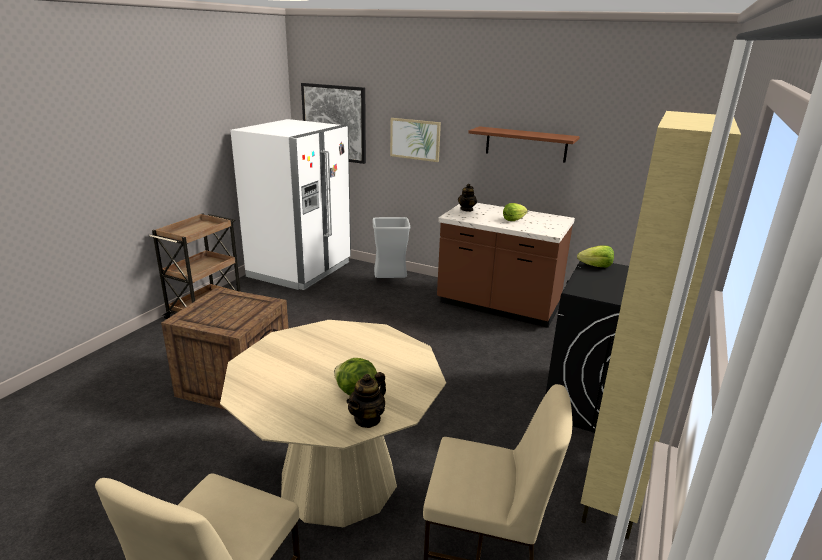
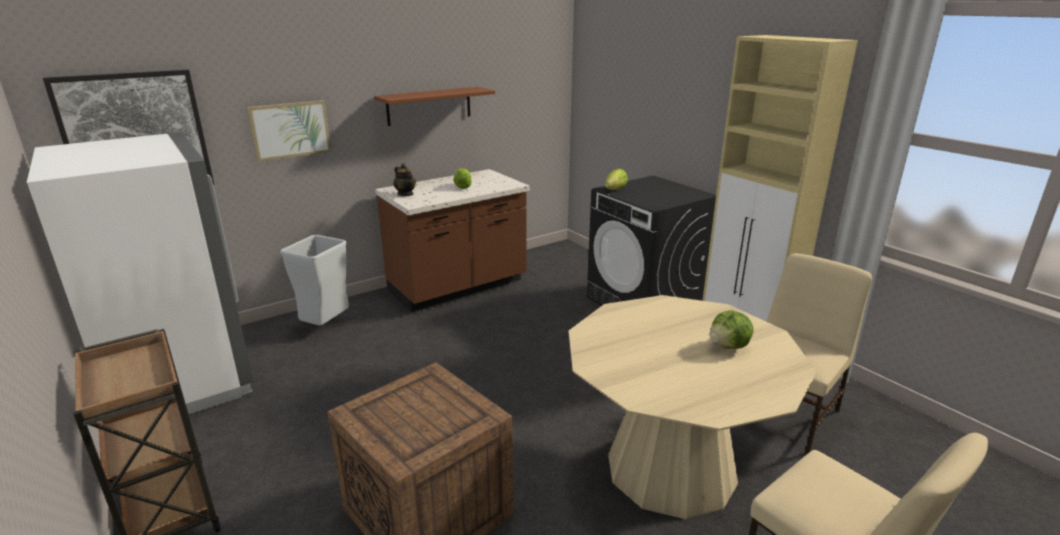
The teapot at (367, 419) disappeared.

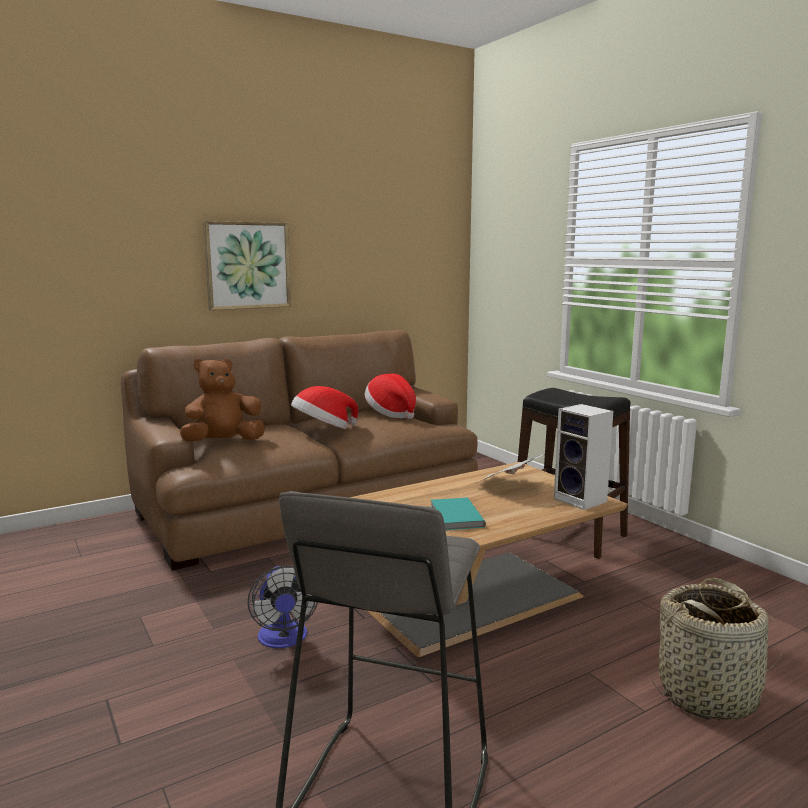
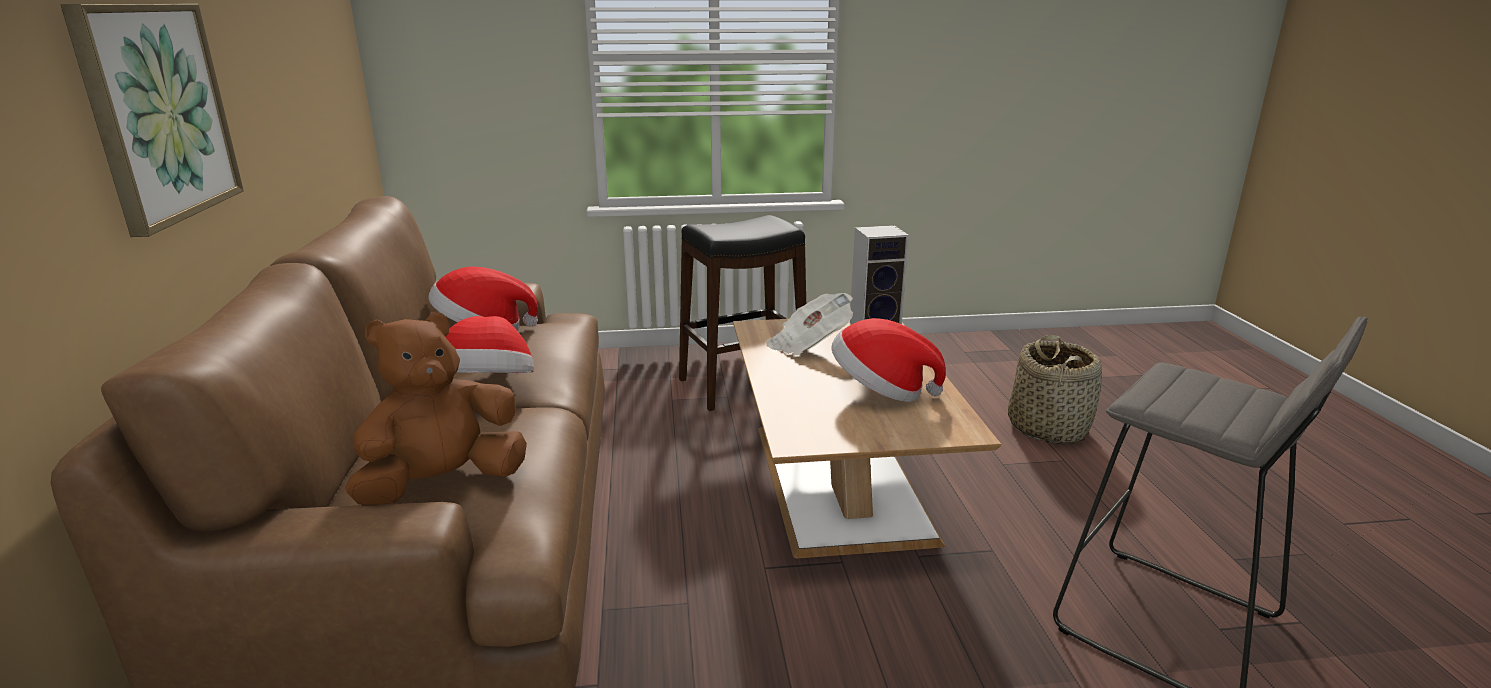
The brown_plush_toy at (223, 443) turned 60 degrees clockwise.
The turquoise_book at (455, 517) was replaced by the hat at (881, 390).
The fan at (283, 639) disappeared.

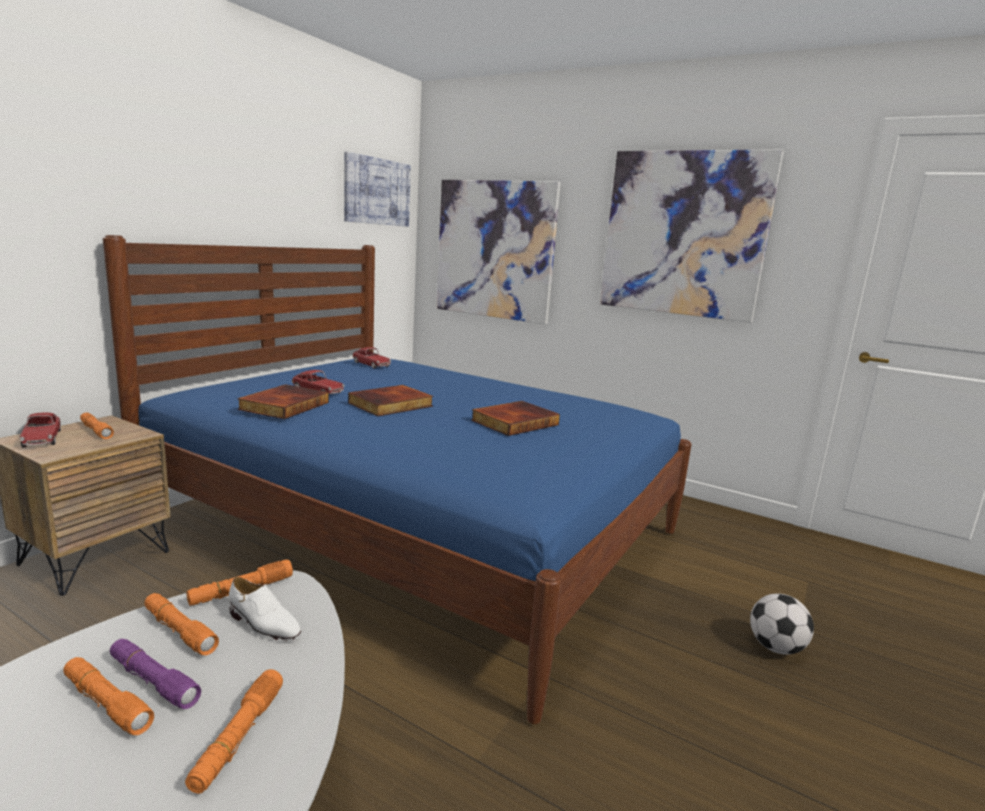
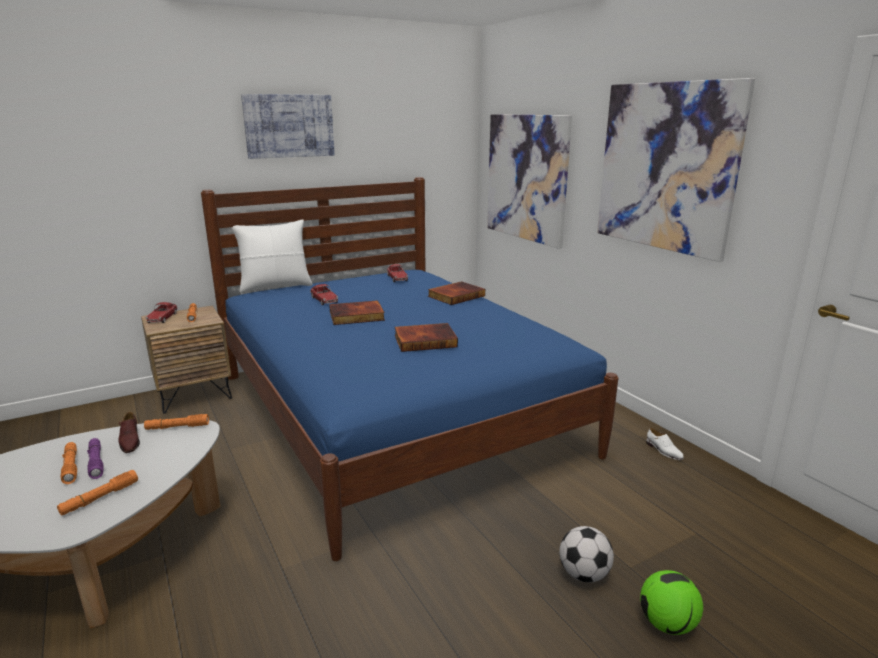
The orange_flashlight at (179, 631) was replaced by the brown_shoe at (130, 441).
The white_pillow at (275, 286) appeared.
The picture moved from (377, 191) to (289, 126).
The book moved from (283, 405) to (456, 296).
The football at (667, 623) appeared.
The white_shoe moved from (263, 624) to (663, 451).

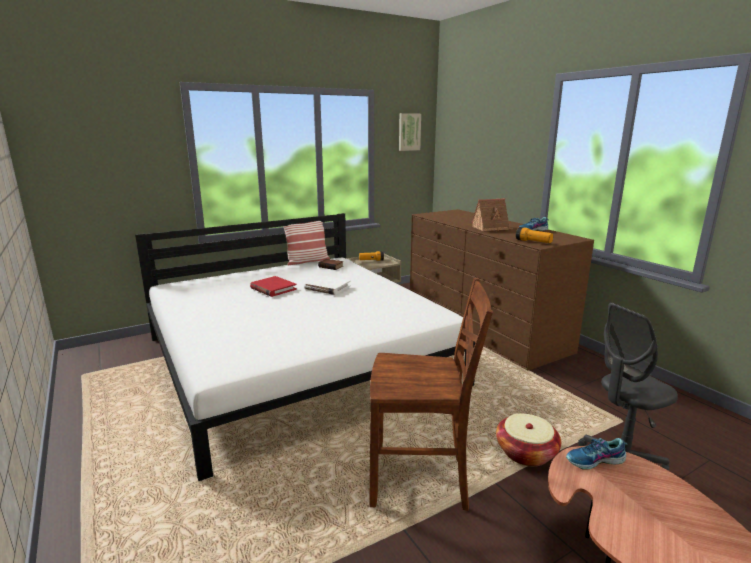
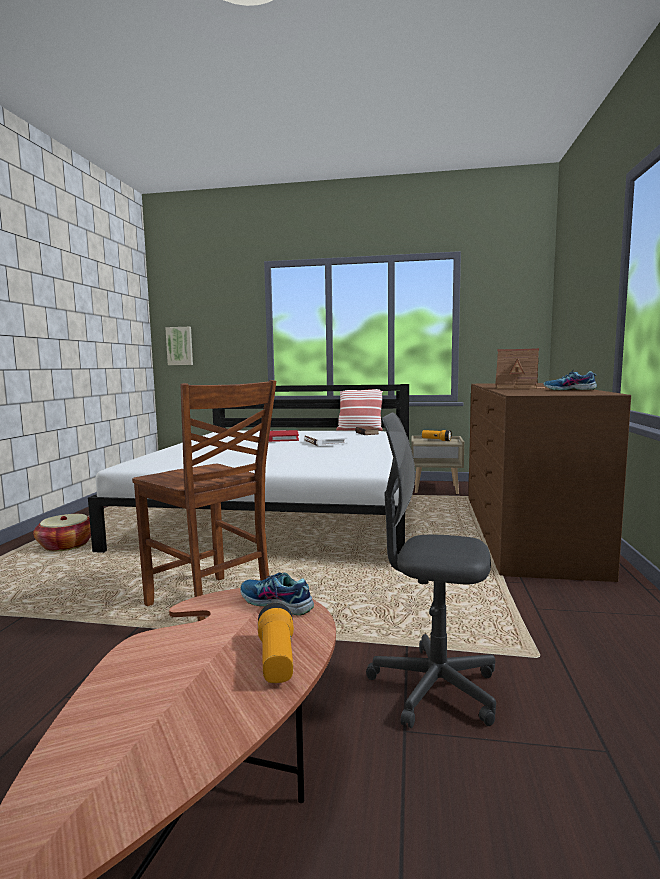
The basket moved from (526, 453) to (66, 545).
The picture moved from (409, 132) to (180, 346).
The flashlight moved from (533, 242) to (277, 659).

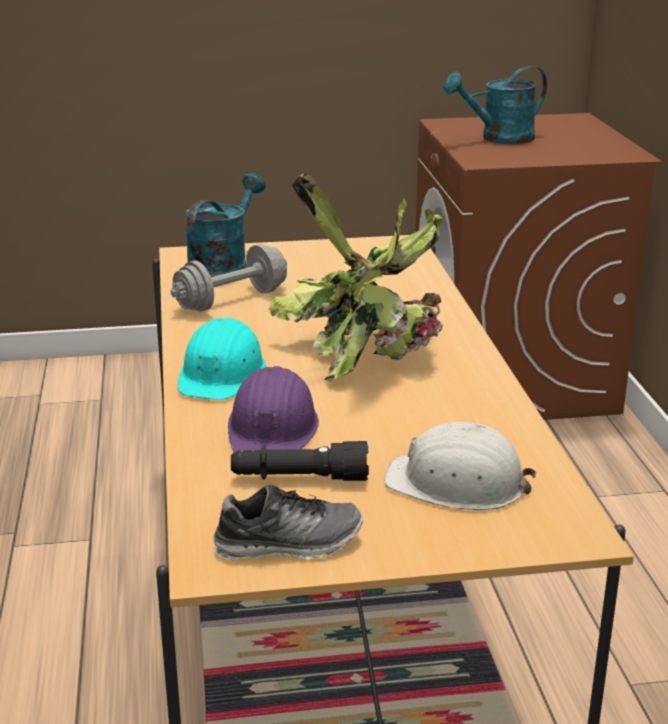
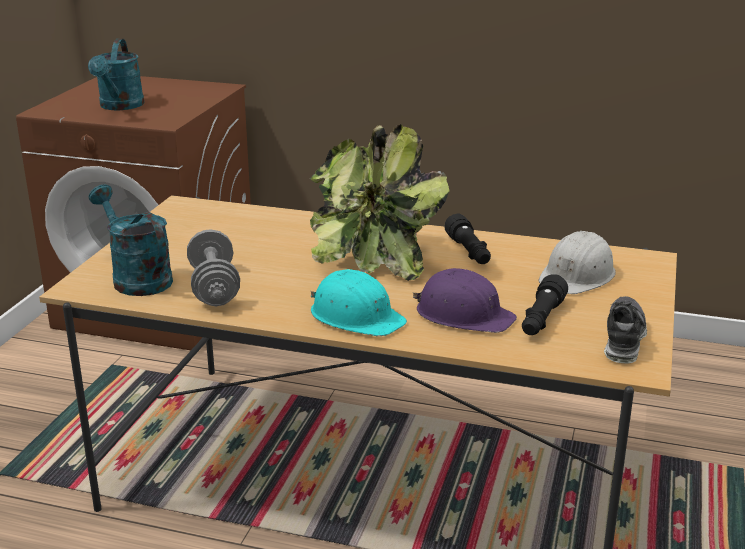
The black_flashlight at (469, 252) appeared.

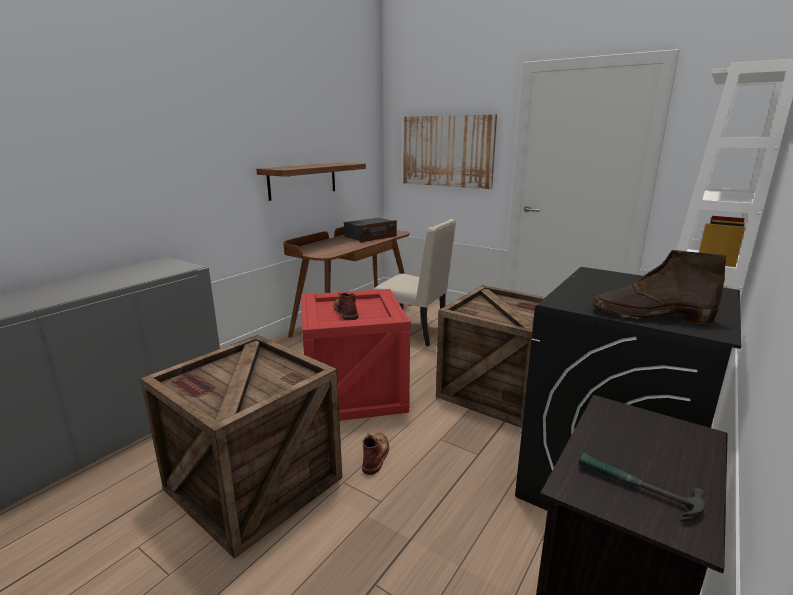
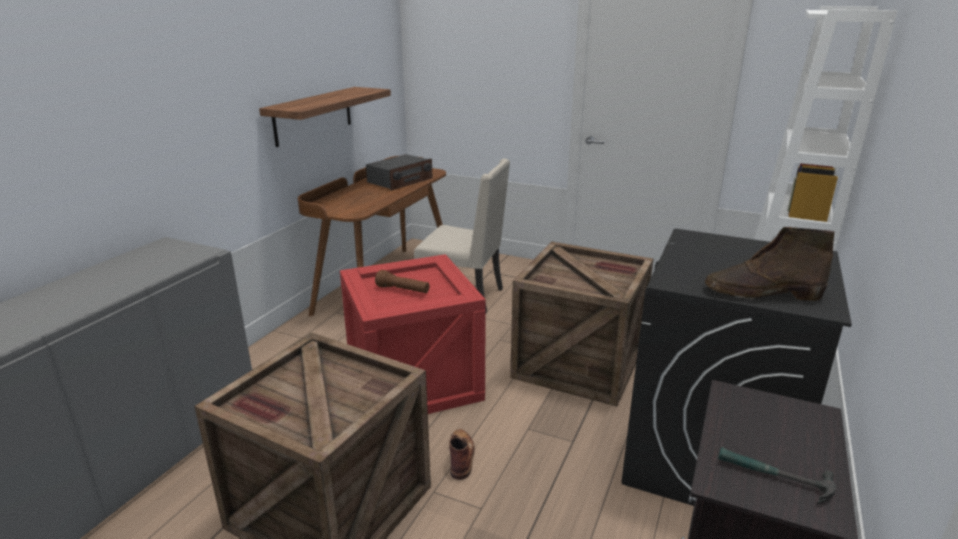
The brown_boot at (346, 312) was replaced by the brown_flashlight at (403, 290).
The picture at (447, 151) disappeared.

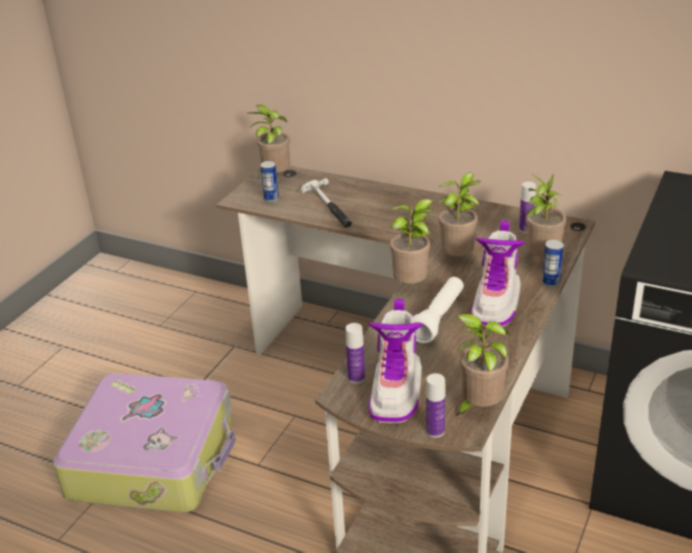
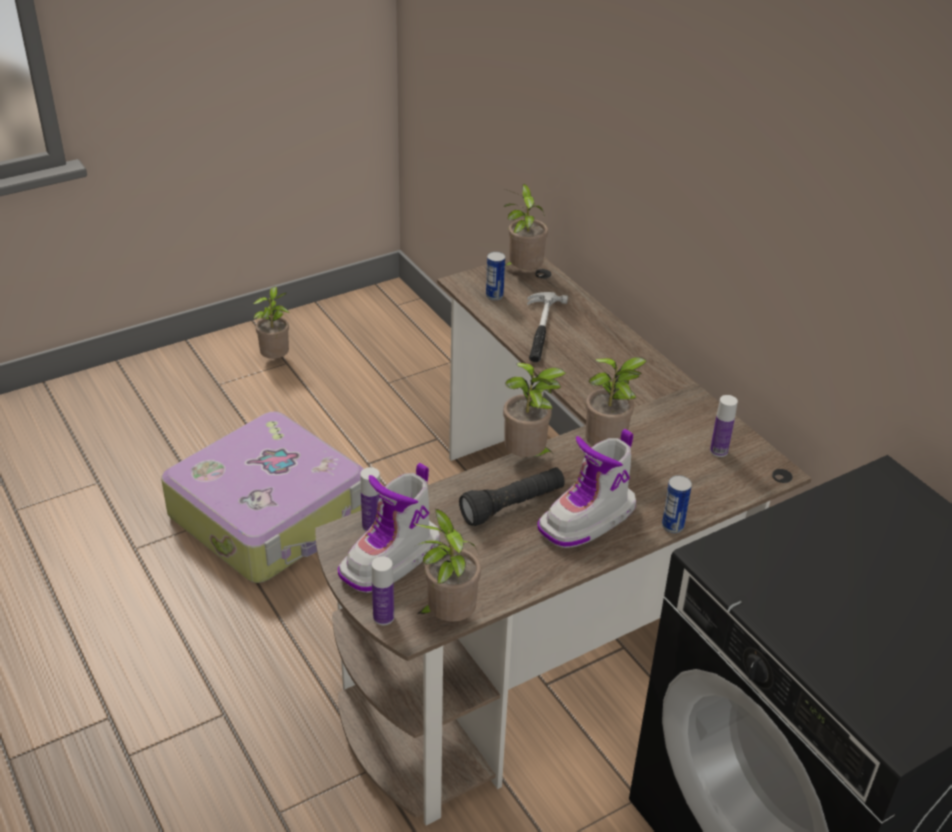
The potted_plant moved from (541, 259) to (276, 359).
The white_flashlight at (438, 319) became the black_flashlight at (512, 506).

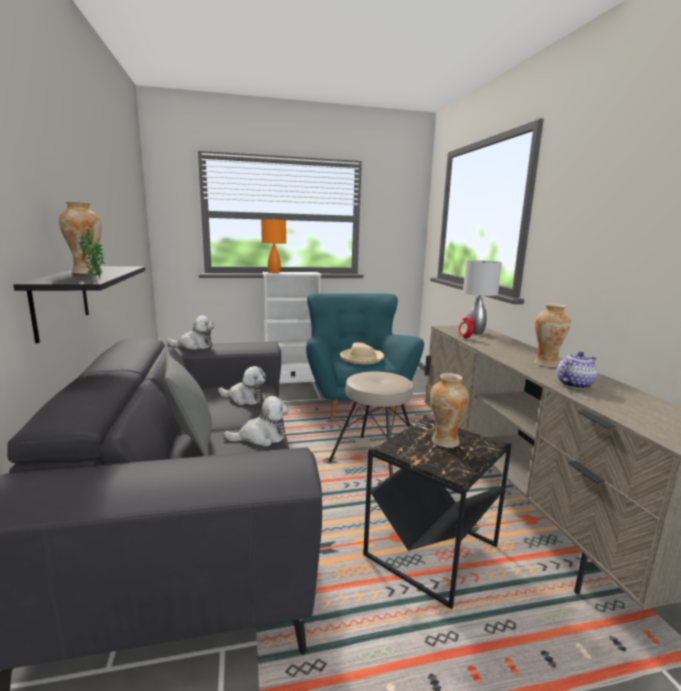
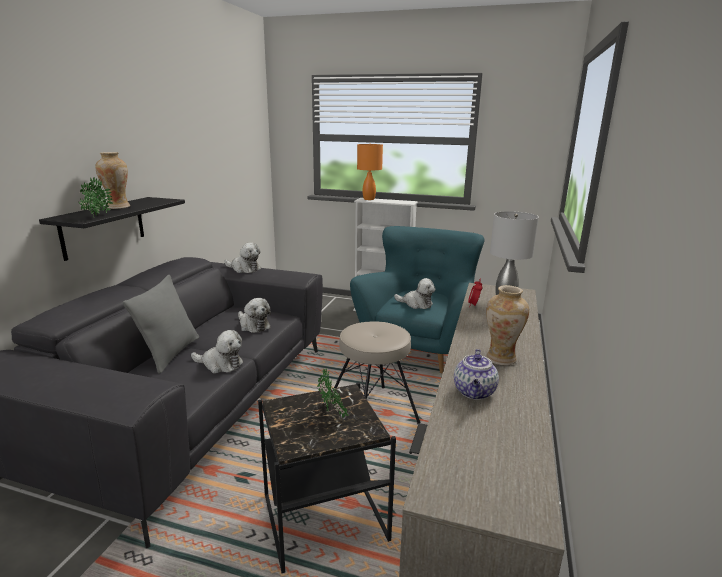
The vase at (445, 441) was replaced by the potted_plant at (332, 414).
The beige_hat at (361, 358) was replaced by the plush_toy at (416, 304).
The teapot at (574, 384) turned 105 degrees clockwise.

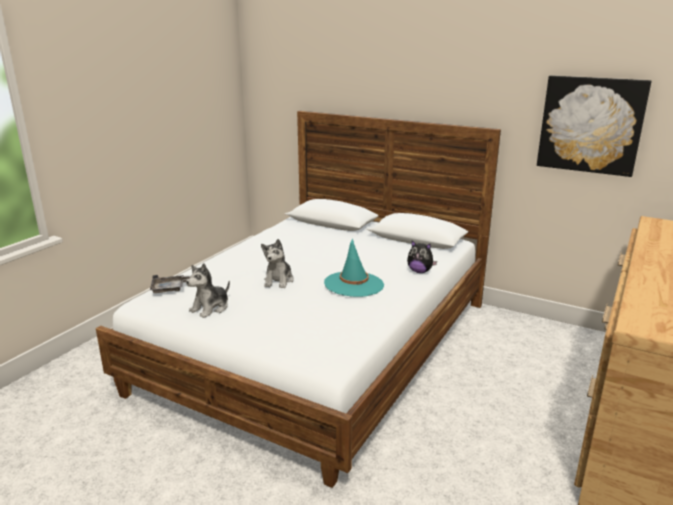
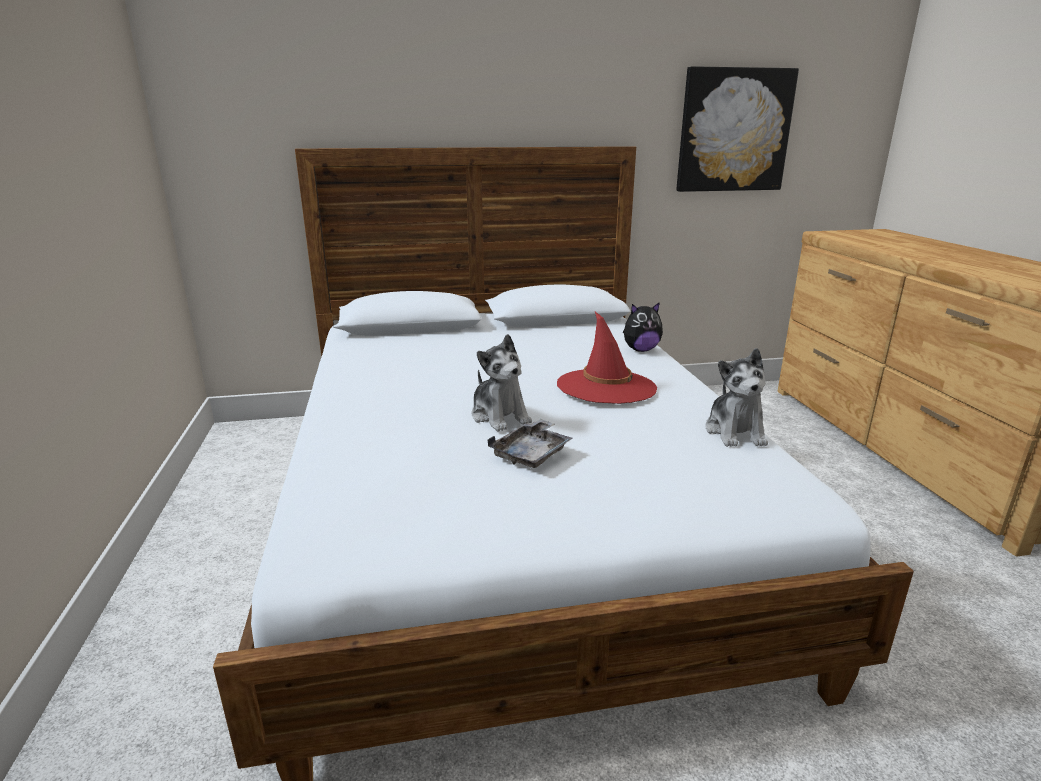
The grey_tray moved from (170, 289) to (532, 454).
The turquoise_hat at (354, 284) became the red_hat at (606, 387).
The plush_toy moved from (210, 308) to (735, 432).

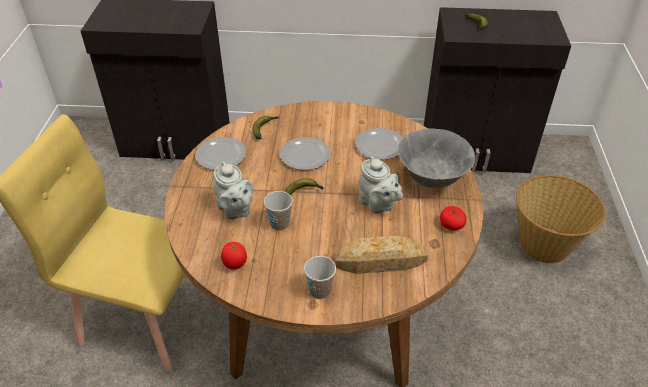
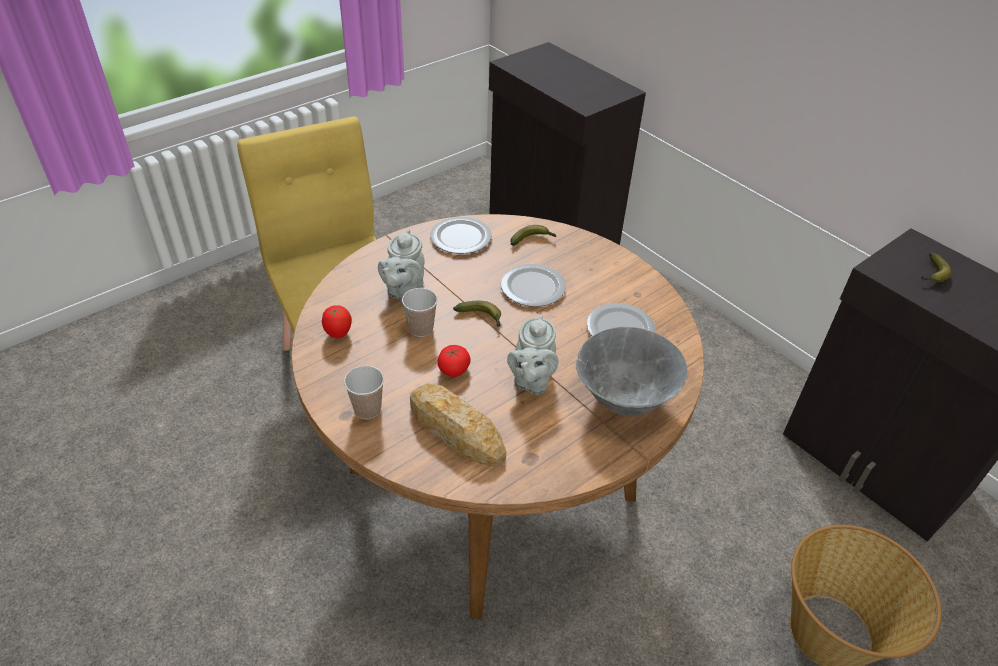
The tomato moved from (451, 225) to (453, 369).

